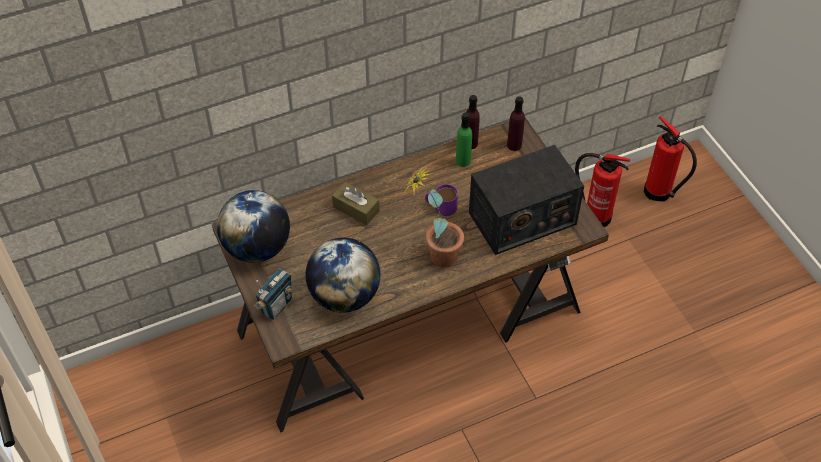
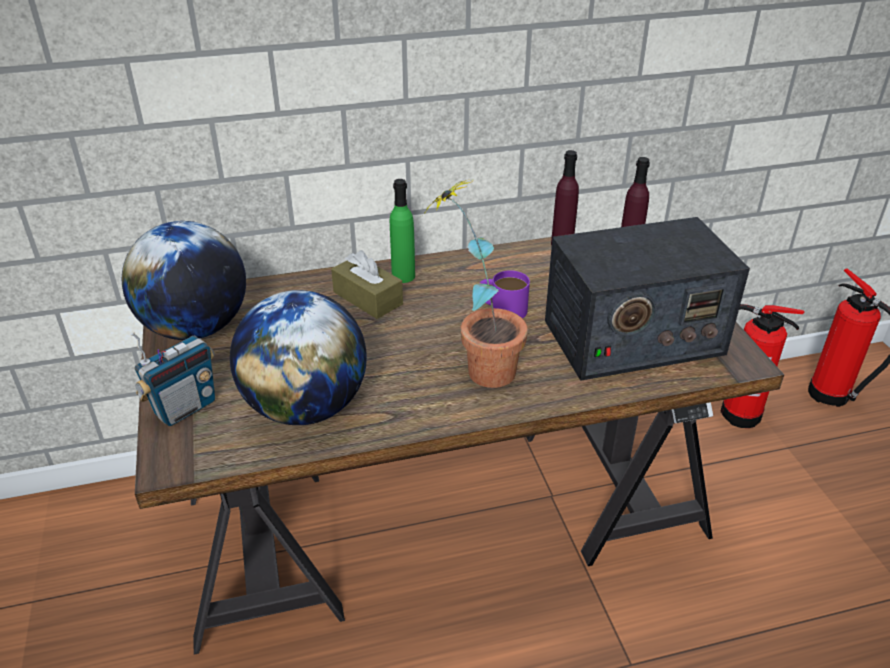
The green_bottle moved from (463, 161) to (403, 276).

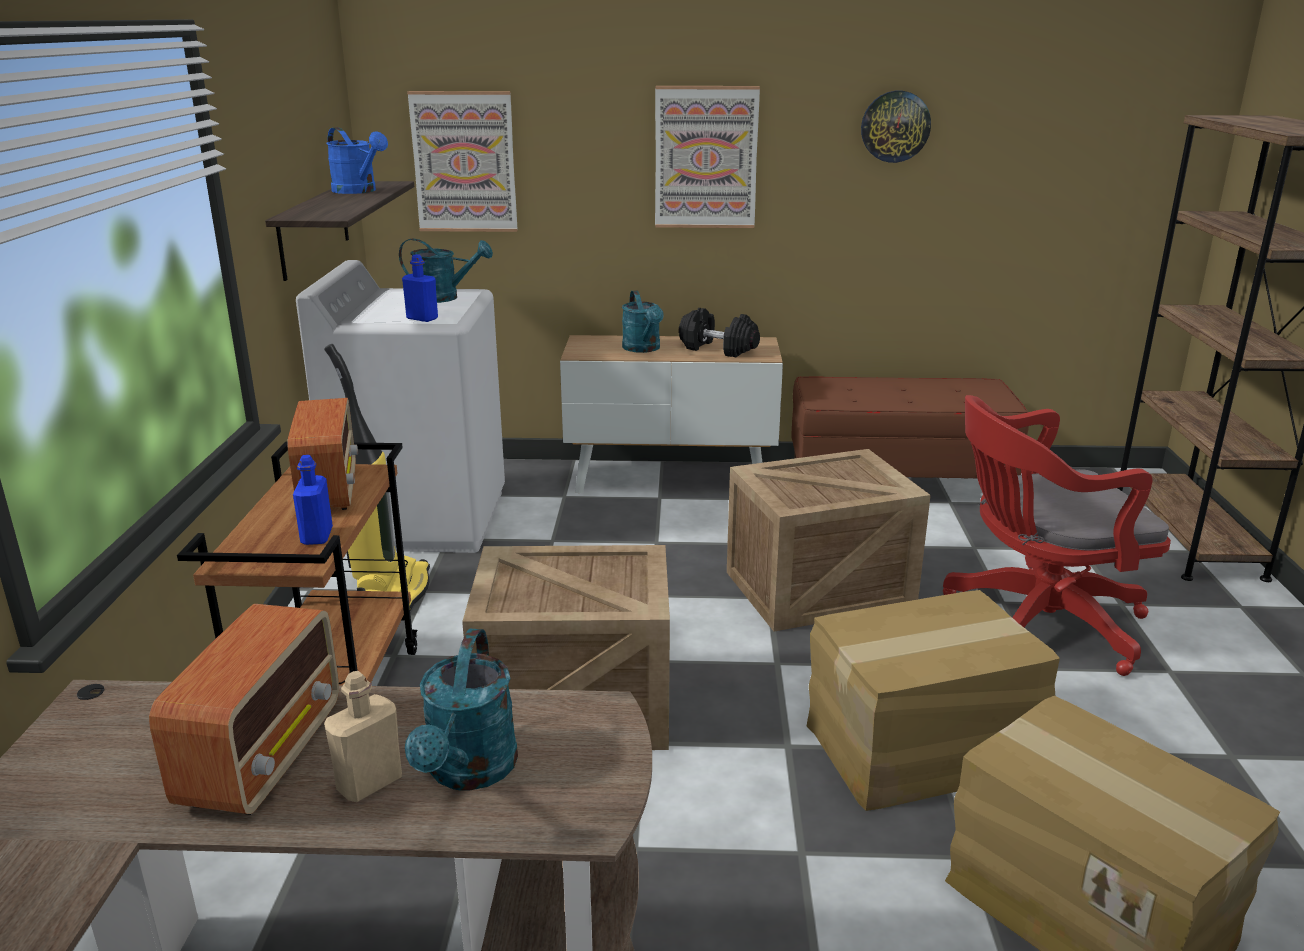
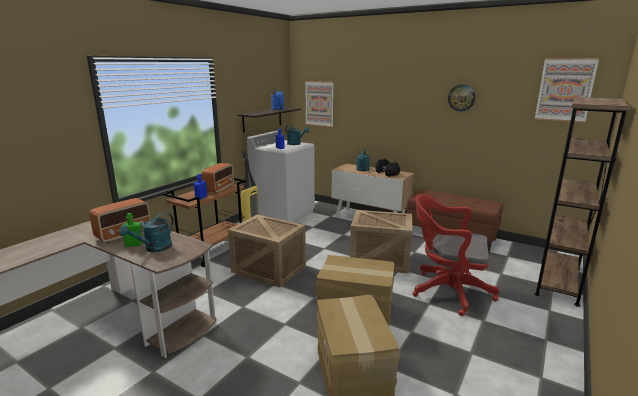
The beige_bottle at (369, 783) became the green_bottle at (134, 244).
The picture moved from (706, 158) to (565, 90).

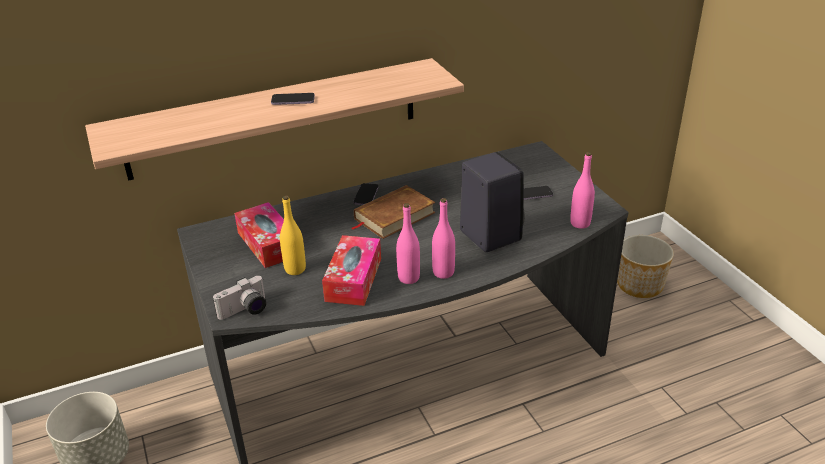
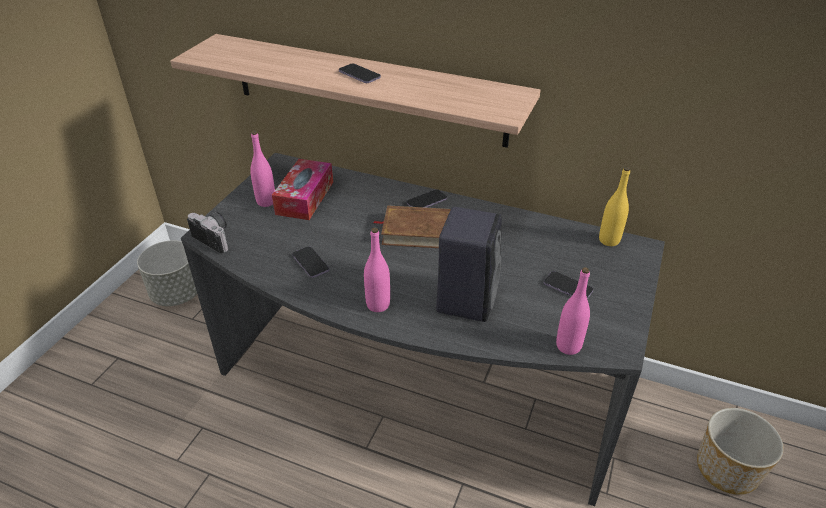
The photo_camera at (245, 311) turned 150 degrees counterclockwise.
The pink_bottle moved from (408, 278) to (266, 201).
The tissue_box at (353, 279) was replaced by the phone at (310, 263).
The yellow_bottle moved from (295, 269) to (609, 240).

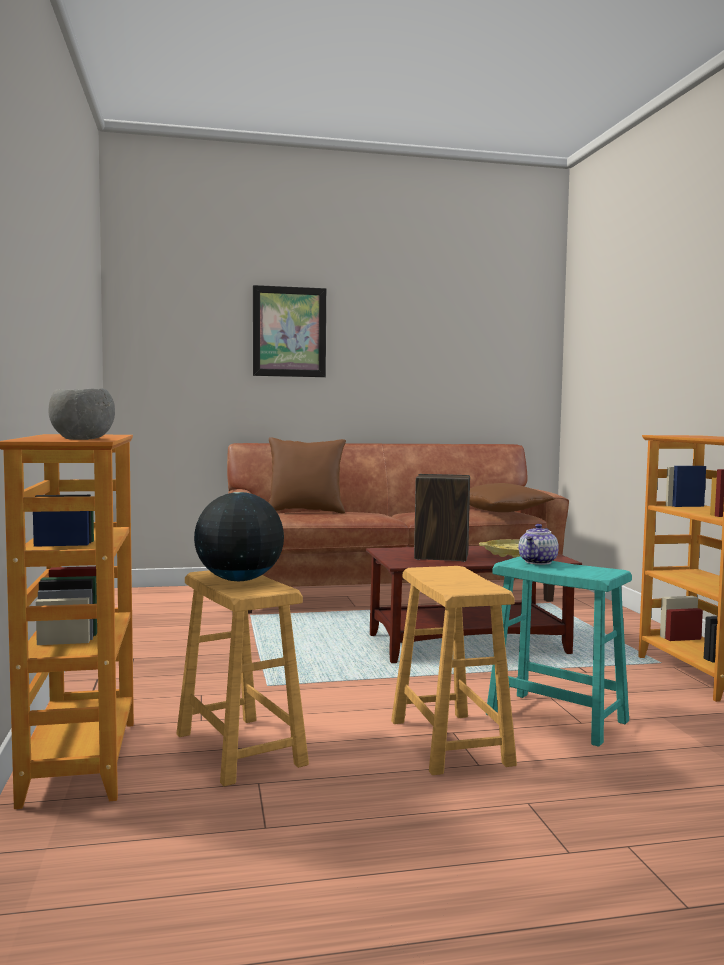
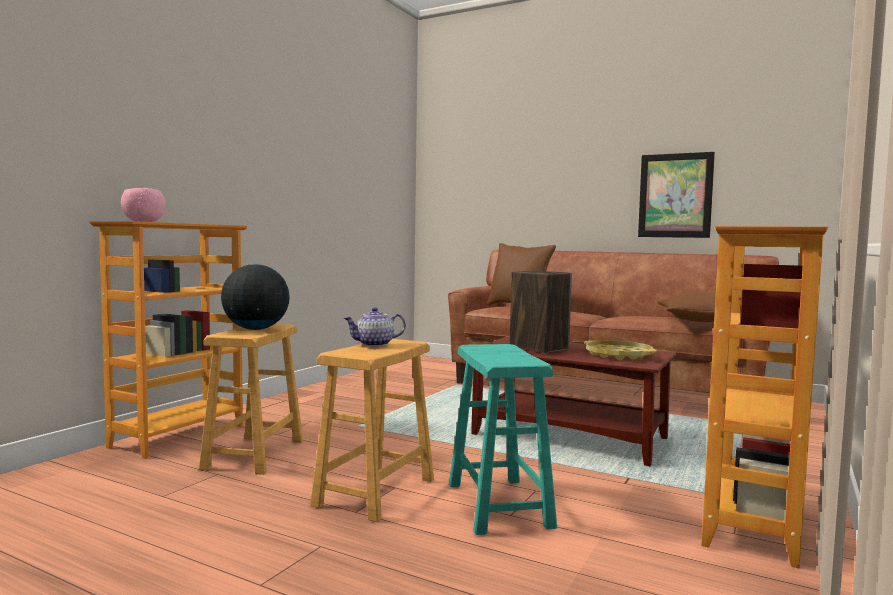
The grey_bowl at (82, 439) became the pink_bowl at (144, 221).
The teapot moved from (538, 562) to (374, 344).
The picture moved from (289, 332) to (675, 195).

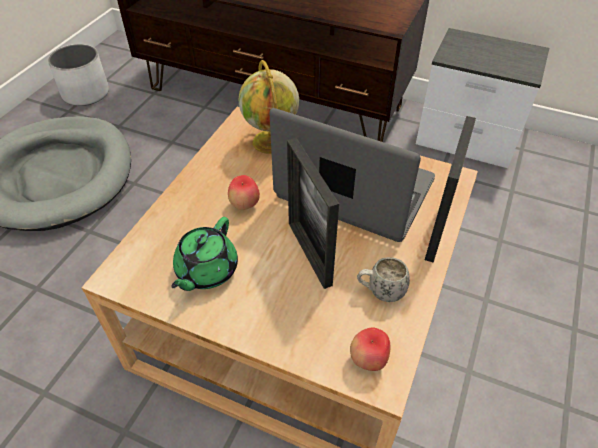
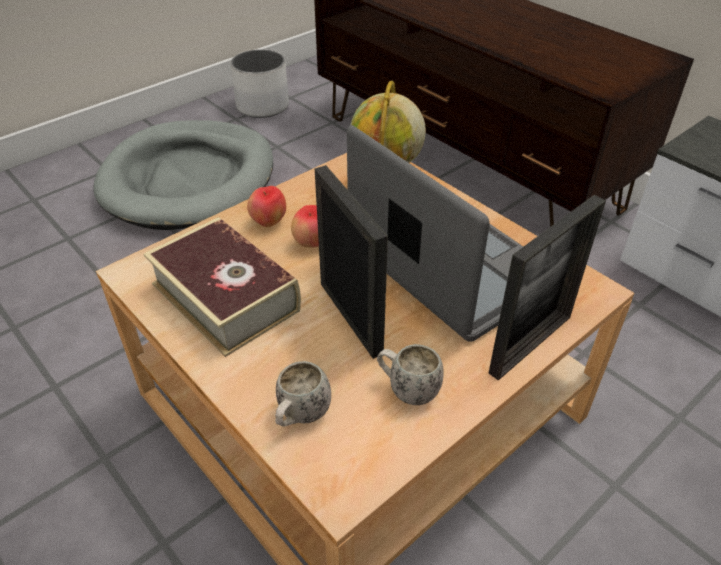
The green_teapot at (206, 271) was replaced by the book at (225, 297).
The apple moved from (368, 360) to (268, 223).
The white_mug at (300, 416) appeared.
The picture_frame at (309, 253) turned 150 degrees clockwise.

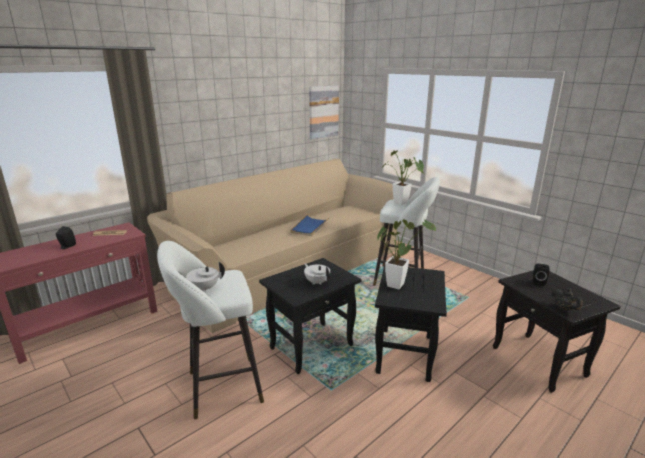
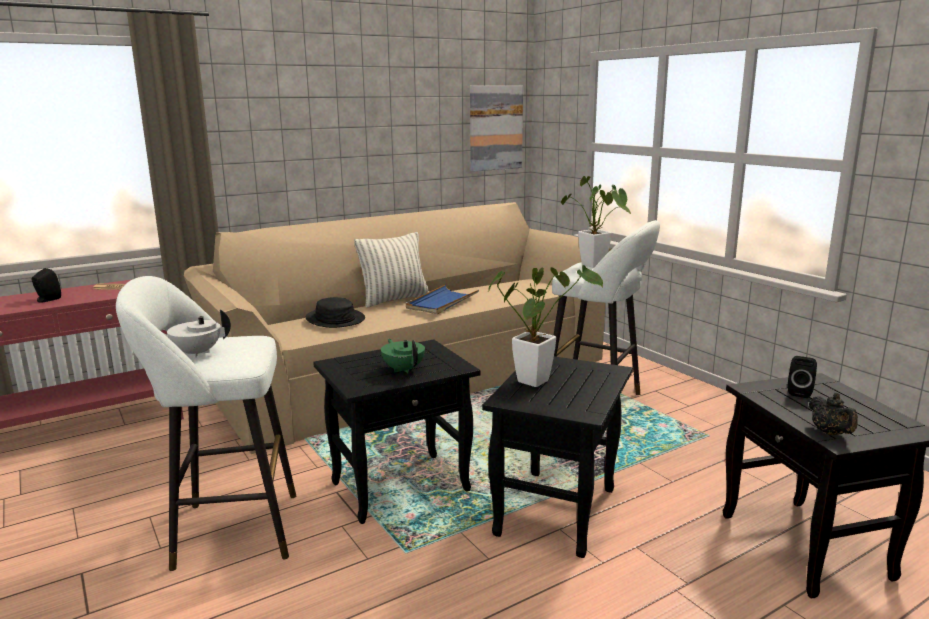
The black_hat at (335, 319) appeared.
The pillow at (394, 300) appeared.
The white_teapot at (317, 282) became the green_teapot at (403, 369).

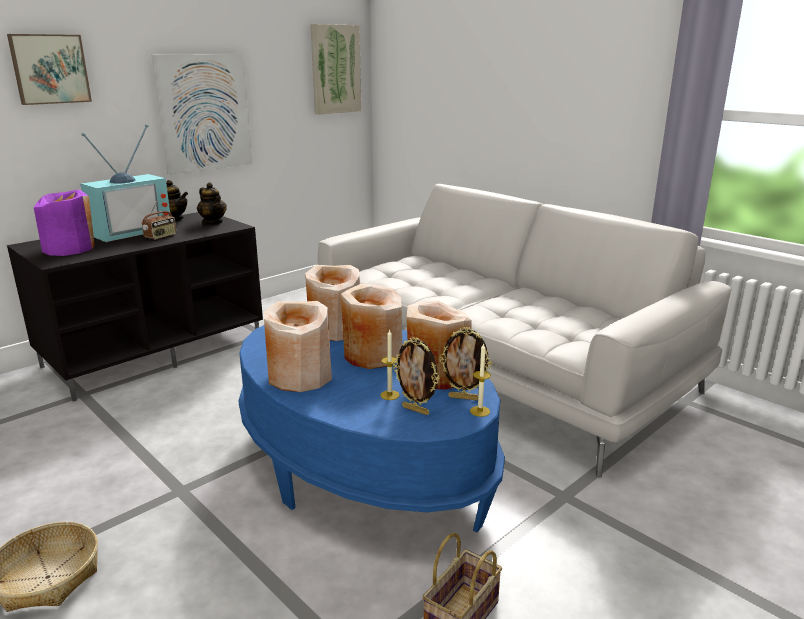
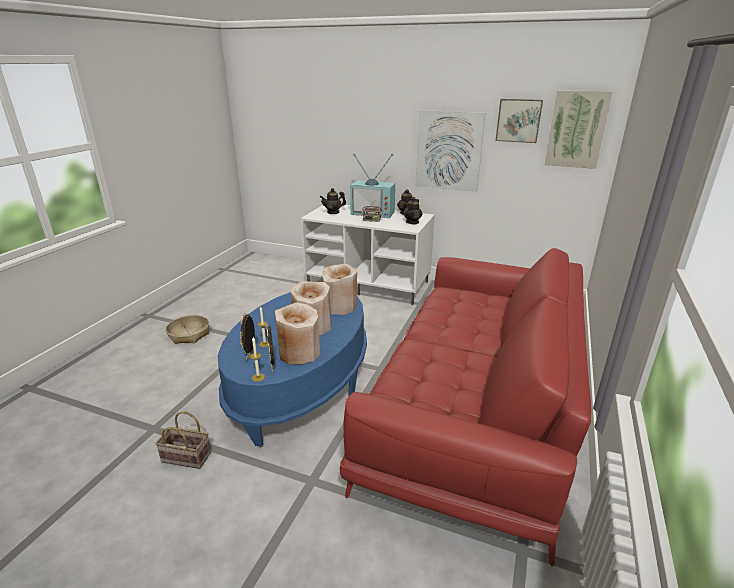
The black_tv_stand at (156, 351) became the white_tv_stand at (369, 283).
The purple_vase at (70, 248) was replaced by the teapot at (333, 212).
The white_sofa at (496, 365) became the red_sofa at (473, 407).
The picture moved from (50, 69) to (518, 120).
The beige_vase at (300, 376) disappeared.

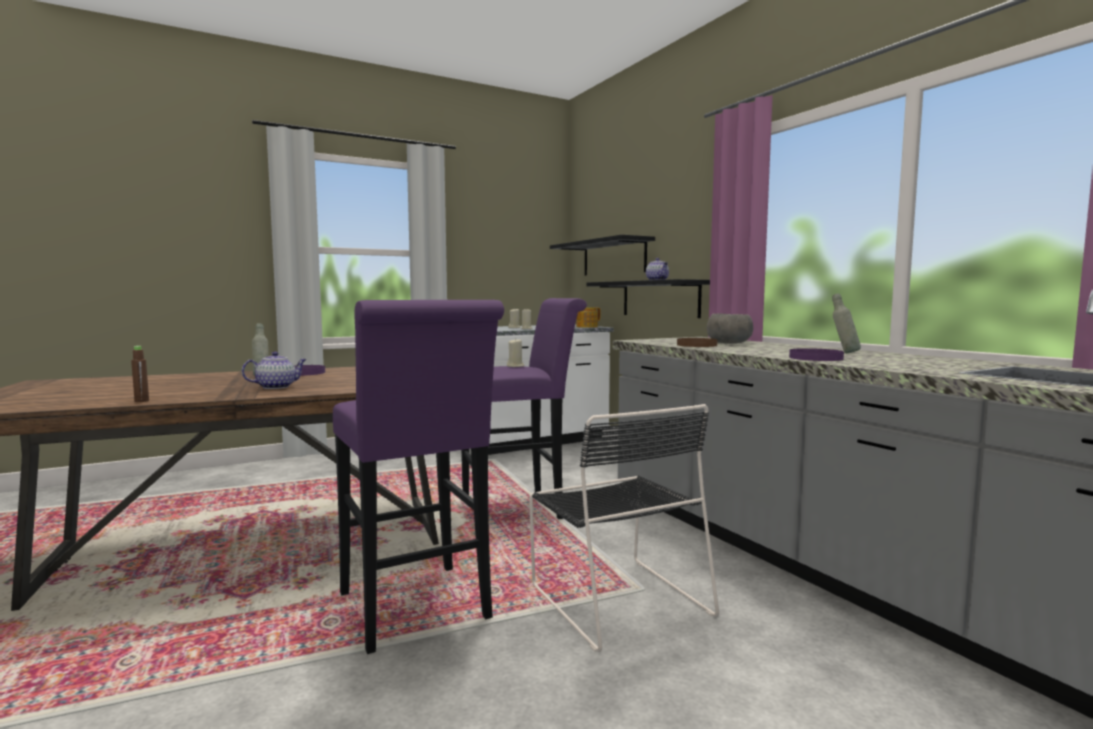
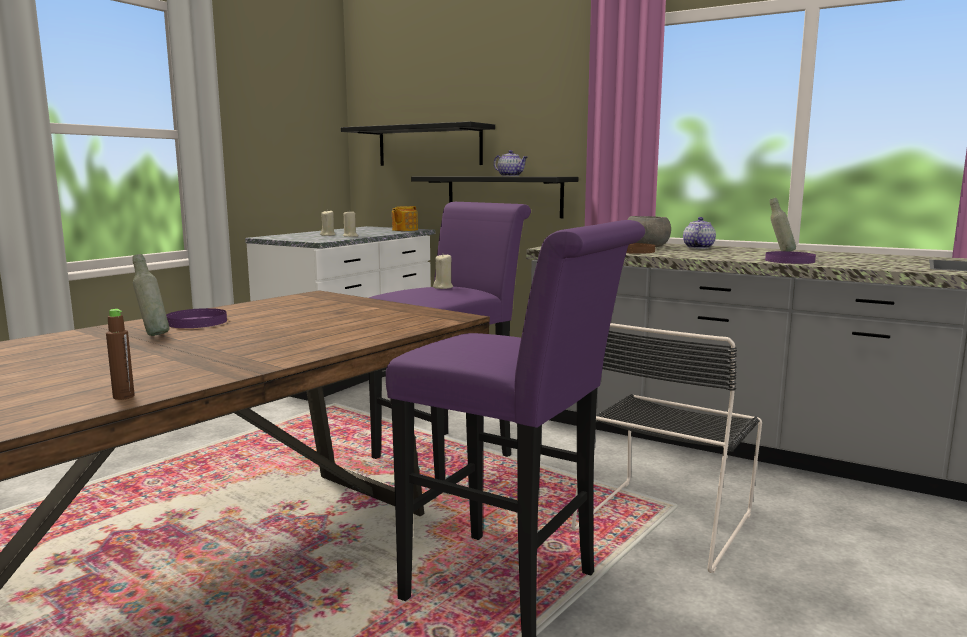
The black_chair at (616, 597) turned 90 degrees clockwise.
The teapot moved from (277, 387) to (698, 247).

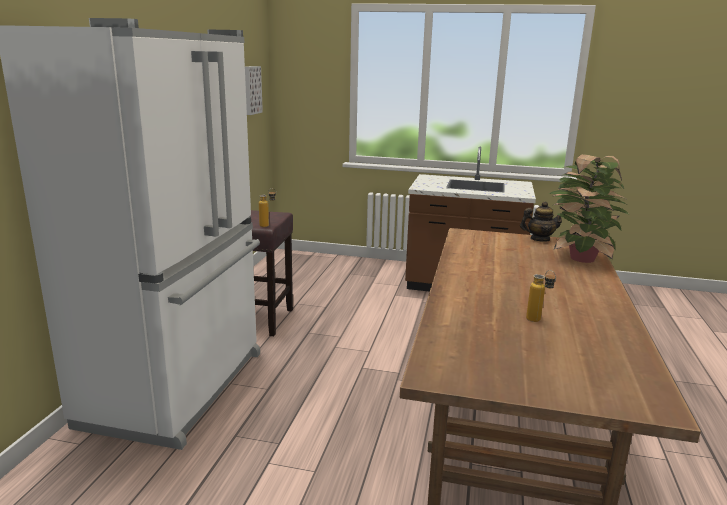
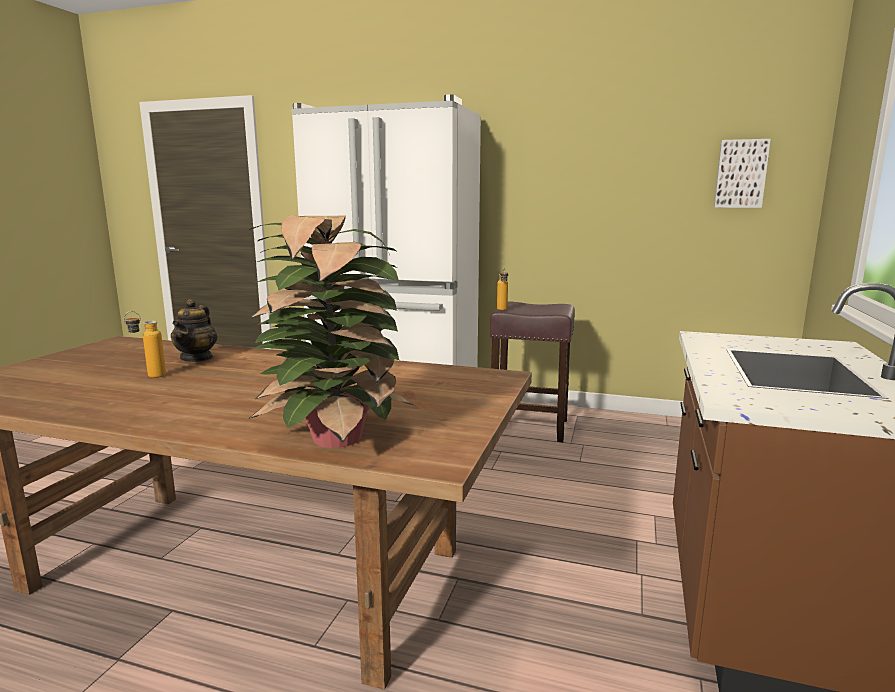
The teapot moved from (539, 239) to (197, 358).

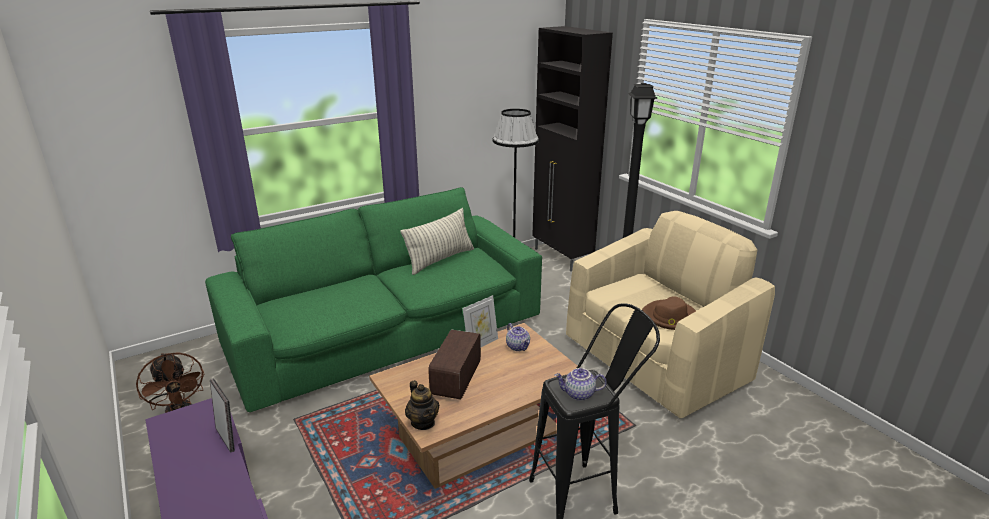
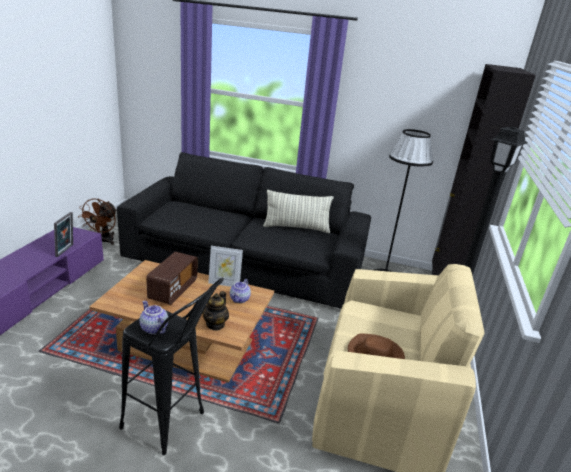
The green_sofa at (387, 332) became the black_sofa at (245, 262).
The radio at (456, 379) turned 135 degrees clockwise.
The teapot moved from (423, 422) to (215, 324).

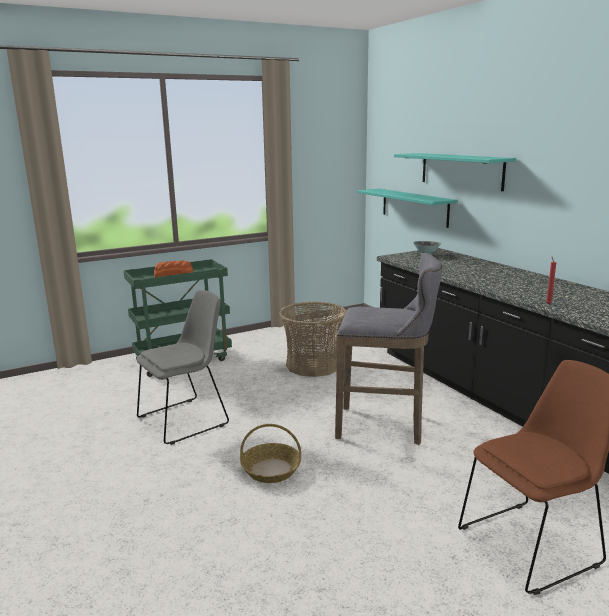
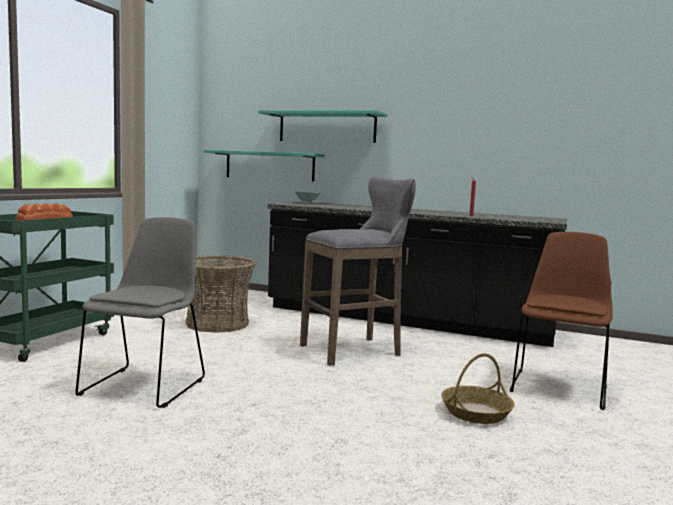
The basket moved from (271, 470) to (476, 412).

